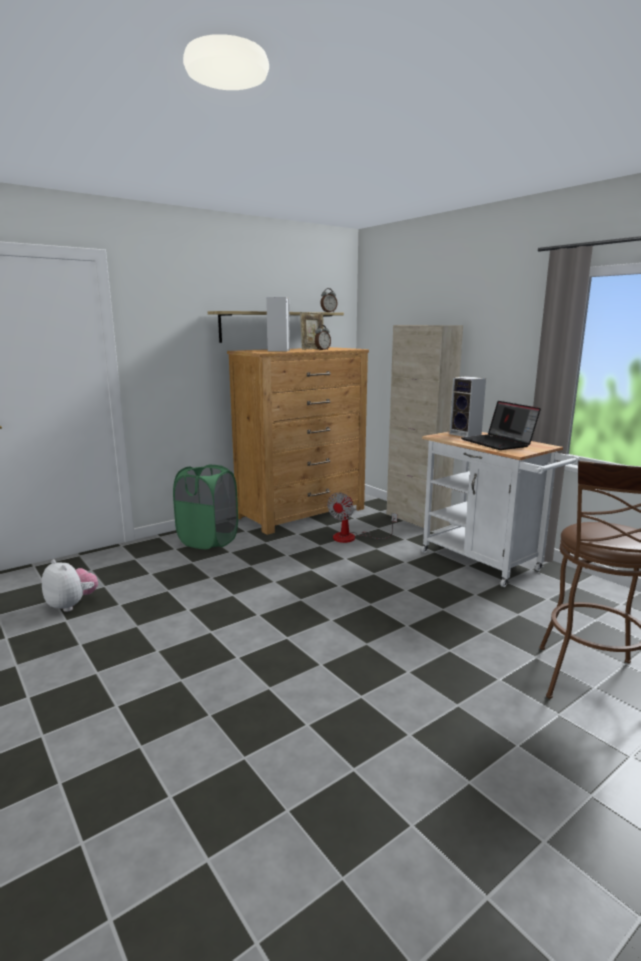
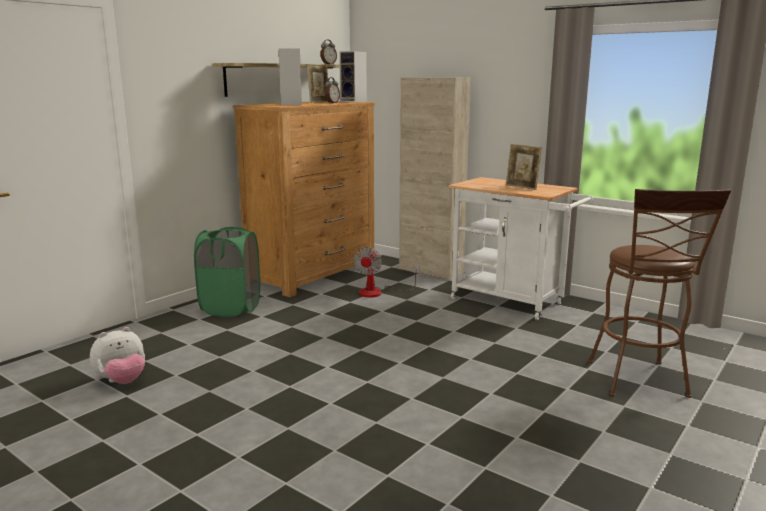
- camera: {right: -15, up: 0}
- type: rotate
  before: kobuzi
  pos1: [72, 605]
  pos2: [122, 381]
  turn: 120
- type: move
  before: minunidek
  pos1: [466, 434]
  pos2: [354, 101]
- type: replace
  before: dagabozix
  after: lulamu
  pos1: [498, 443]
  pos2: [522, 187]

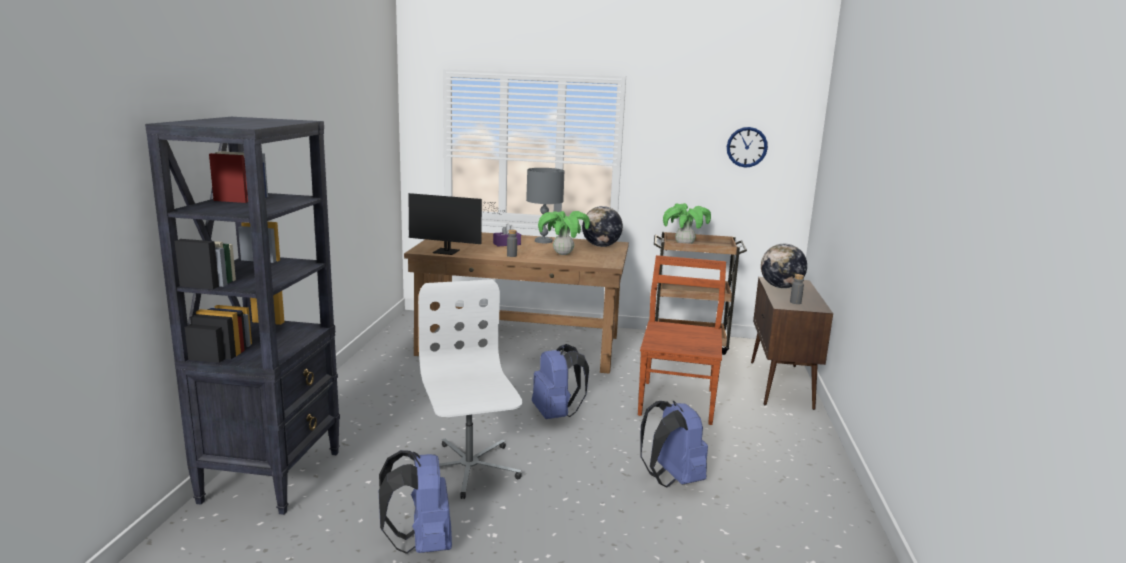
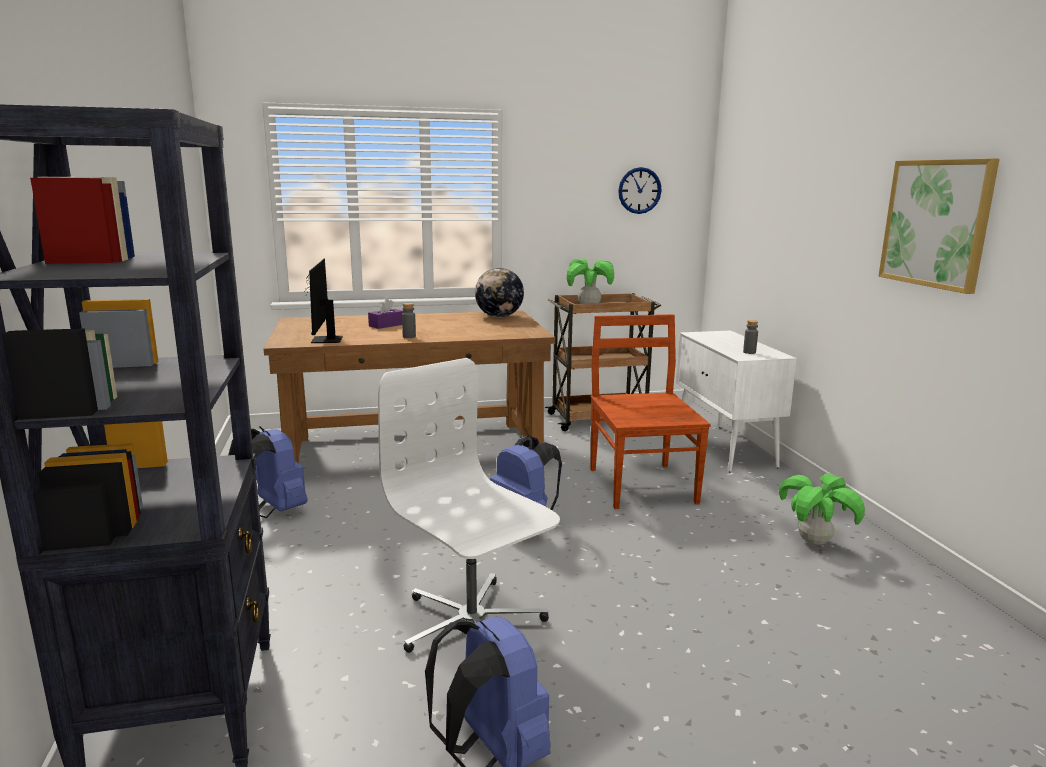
- camera: {right: -20, up: 0}
- type: move
  before: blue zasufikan
  pos1: [672, 479]
  pos2: [274, 510]
- type: rotate
  before: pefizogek
  pos1: [449, 252]
  pos2: [324, 341]
  turn: 90
- type: recolor
  before: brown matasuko
  after: white matasuko
  pos1: [781, 385]
  pos2: [725, 448]
- type: move
  before: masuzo
  pos1: [563, 254]
  pos2: [813, 541]
- type: insert
  after: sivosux
  pos2: [936, 223]
- type: delete
  before: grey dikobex
  pos1: [543, 241]
- type: delete
  before: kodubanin
  pos1: [781, 287]

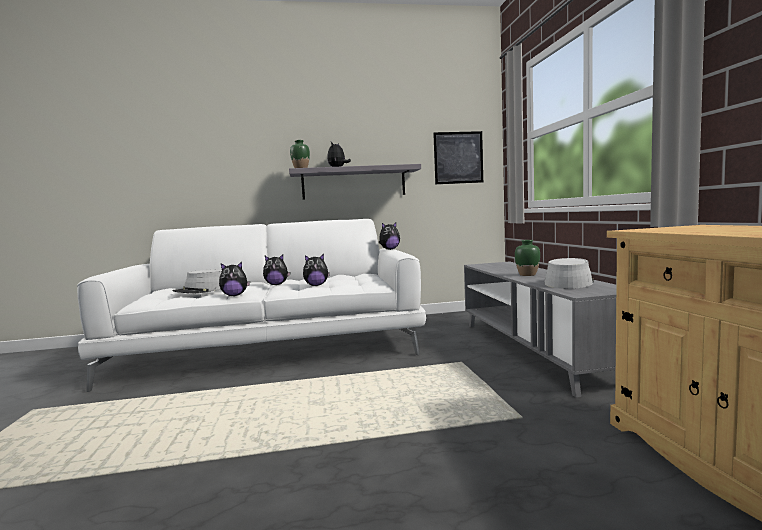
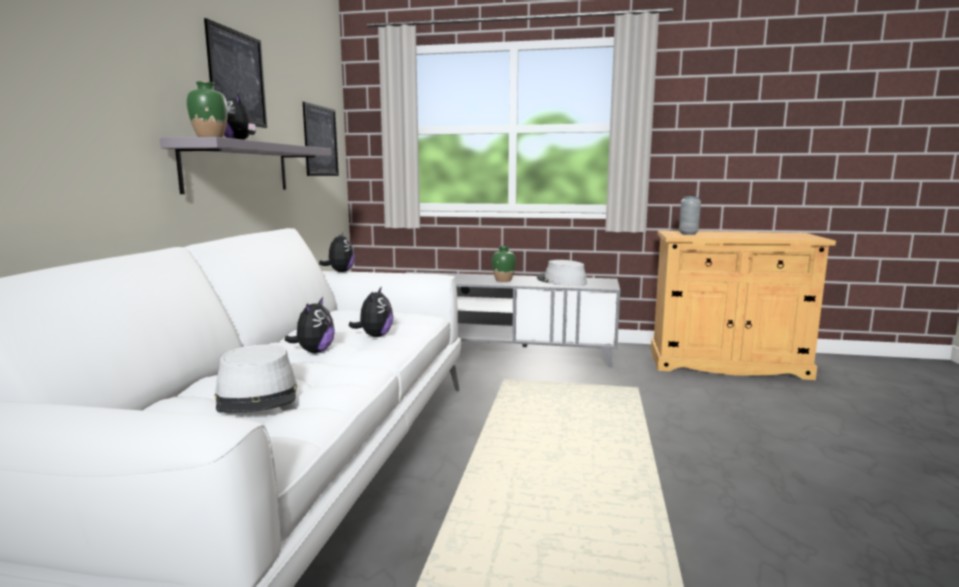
- camera: {right: -70, up: 5}
- type: insert
  after: sivosux
  pos2: [237, 78]
- type: insert
  after: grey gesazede
  pos2: [688, 234]
- type: delete
  before: kobuzi
  pos1: [234, 295]

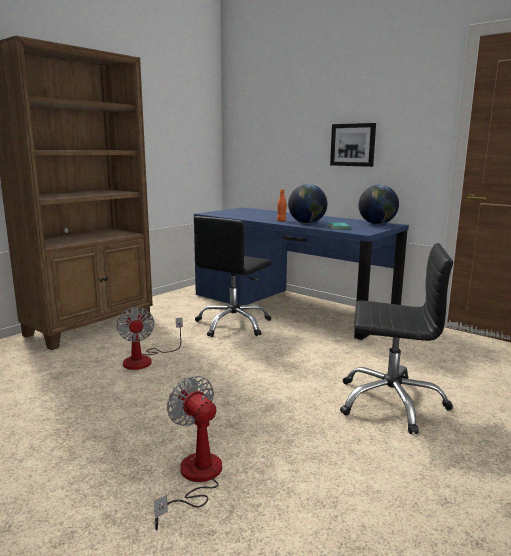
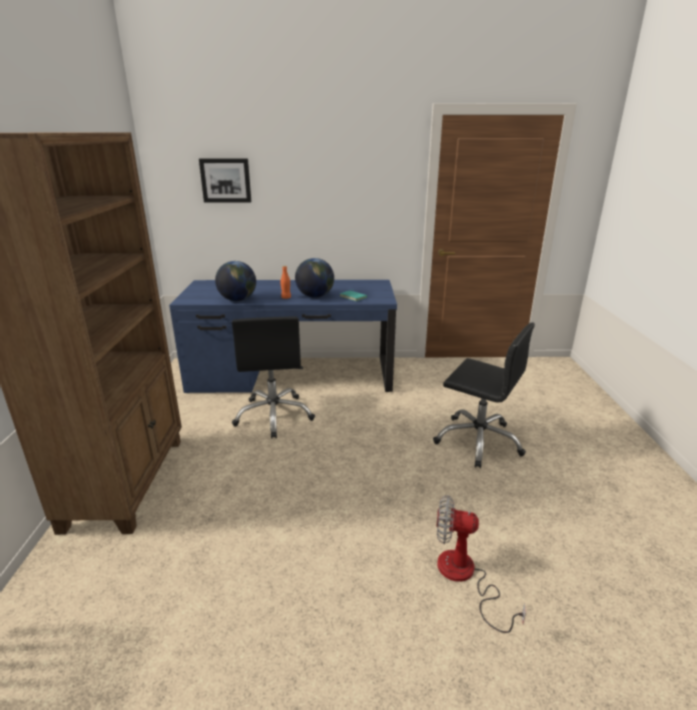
- camera: {right: -40, up: 10}
- type: move
  before: sivosux
  pos1: [353, 145]
  pos2: [226, 180]
- type: move
  before: kodubanin
  pos1: [377, 224]
  pos2: [237, 300]
- type: rotate
  before: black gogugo
  pos1: [391, 402]
  pos2: [478, 441]
  turn: 60
- type: delete
  before: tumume
  pos1: [145, 359]

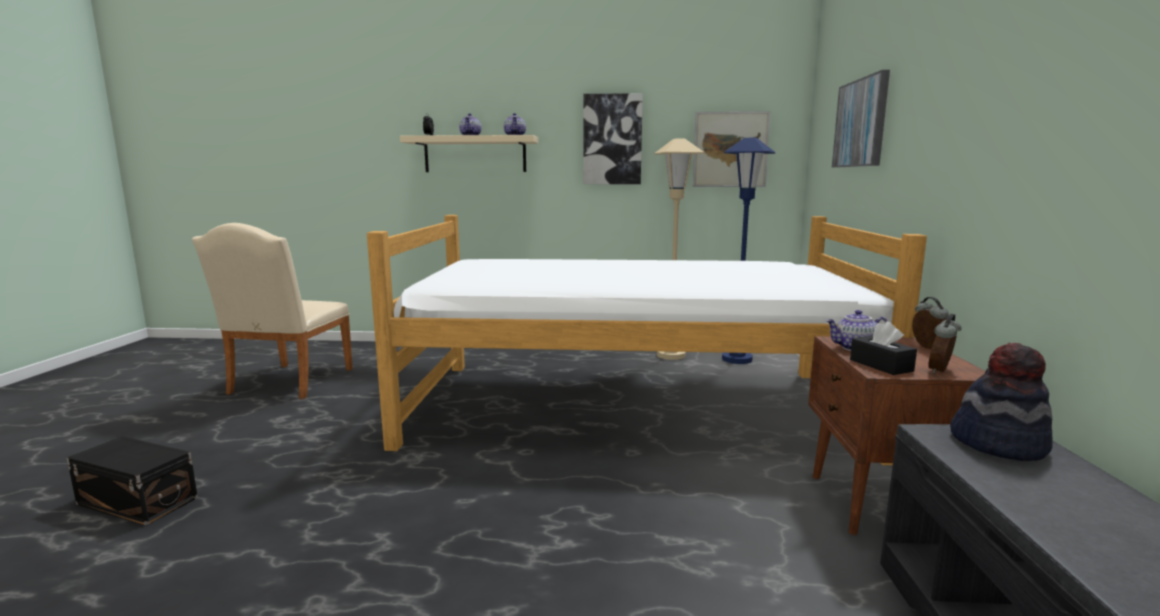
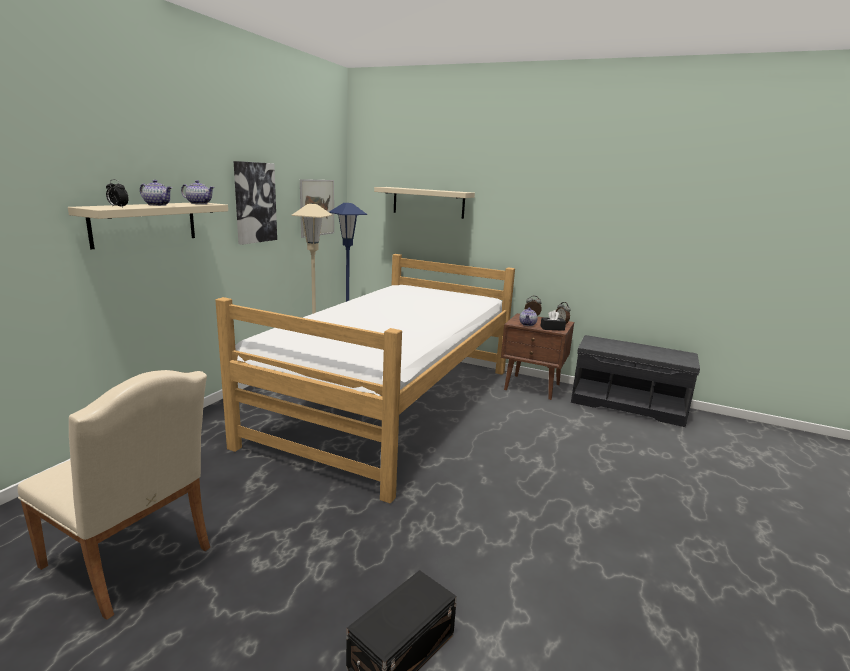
- camera: {right: -70, up: 5}
- type: replace
  before: sivosux
  after: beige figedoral
  pos1: [861, 123]
  pos2: [428, 202]
- type: delete
  before: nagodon
  pos1: [998, 443]

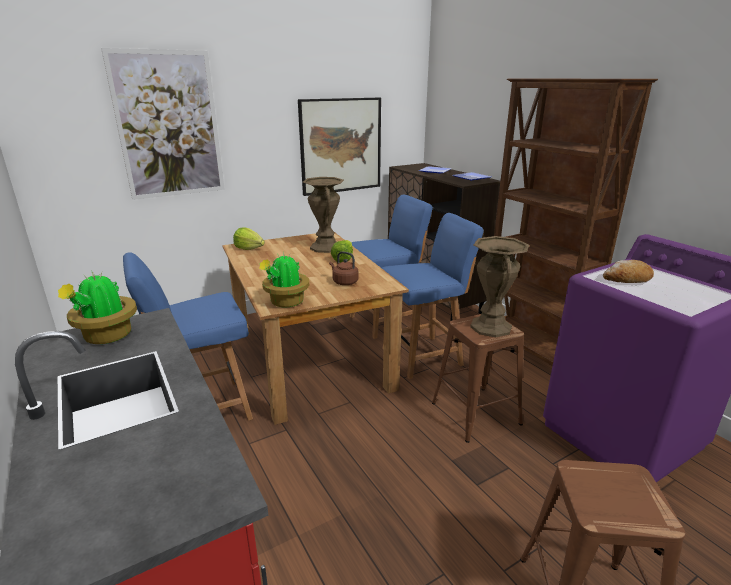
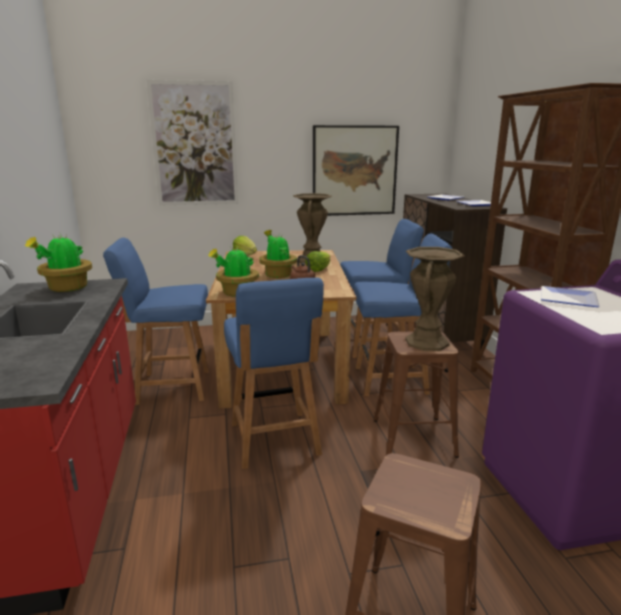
- camera: {right: 20, up: -5}
- type: insert
  after: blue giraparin
  pos2: [274, 440]
- type: insert
  after: masuzo
  pos2: [277, 275]
- type: replace
  before: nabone
  after: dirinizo
  pos1: [627, 280]
  pos2: [565, 299]

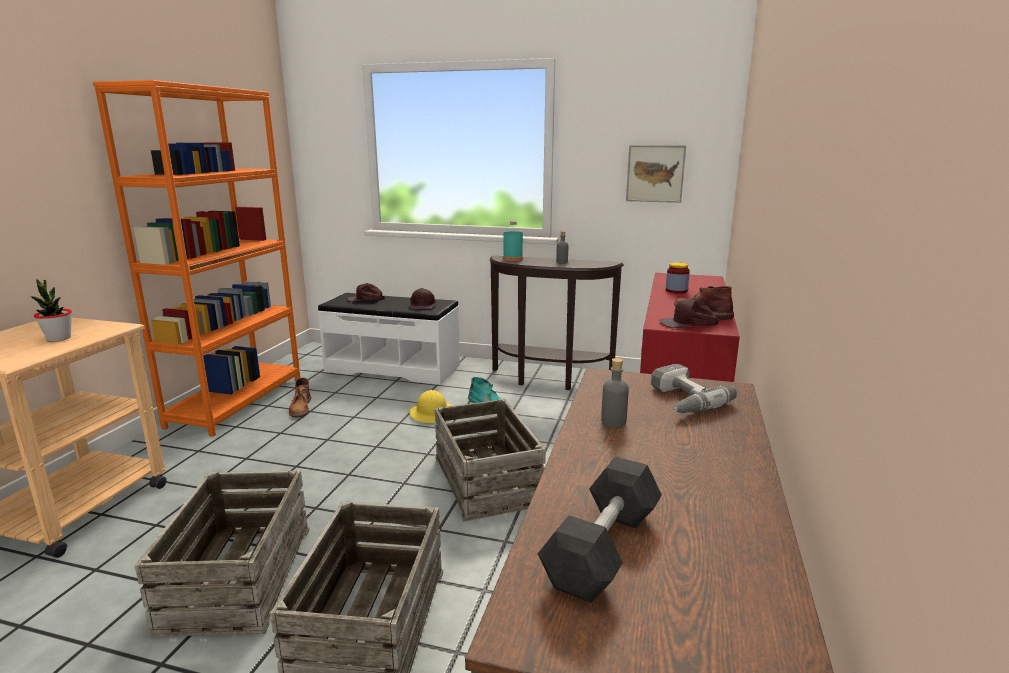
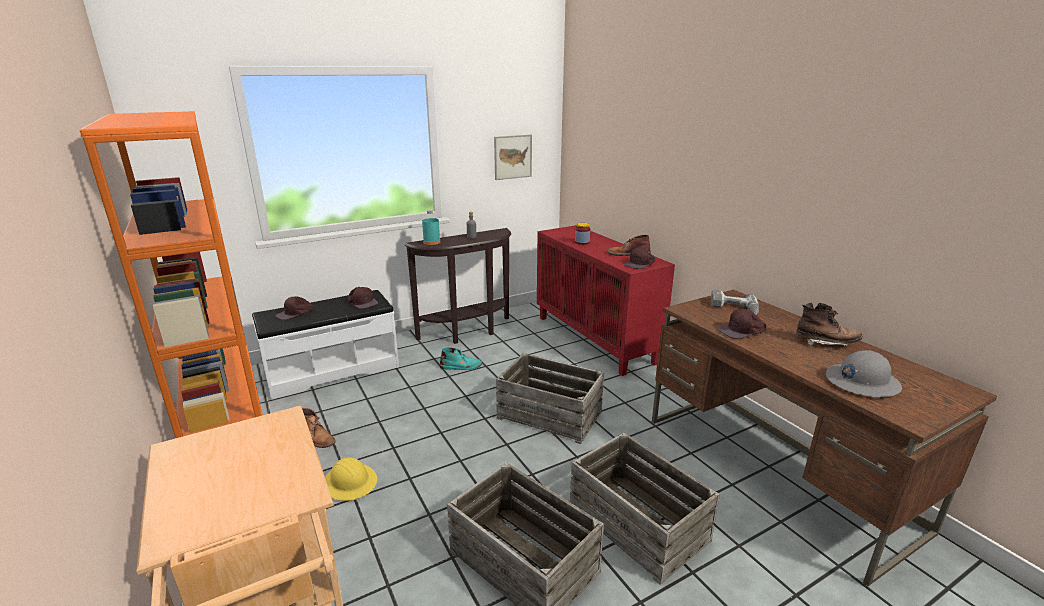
- camera: {right: -45, up: 5}
- type: move
  before: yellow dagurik
  pos1: [432, 413]
  pos2: [350, 483]
- type: replace
  before: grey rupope
  after: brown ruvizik
  pos1: [613, 422]
  pos2: [742, 331]
- type: insert
  after: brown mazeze
  pos2: [826, 343]
- type: replace
  before: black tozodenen
  after: grey dagurik
  pos1: [602, 548]
  pos2: [861, 382]
- type: delete
  before: masuzo
  pos1: [59, 338]

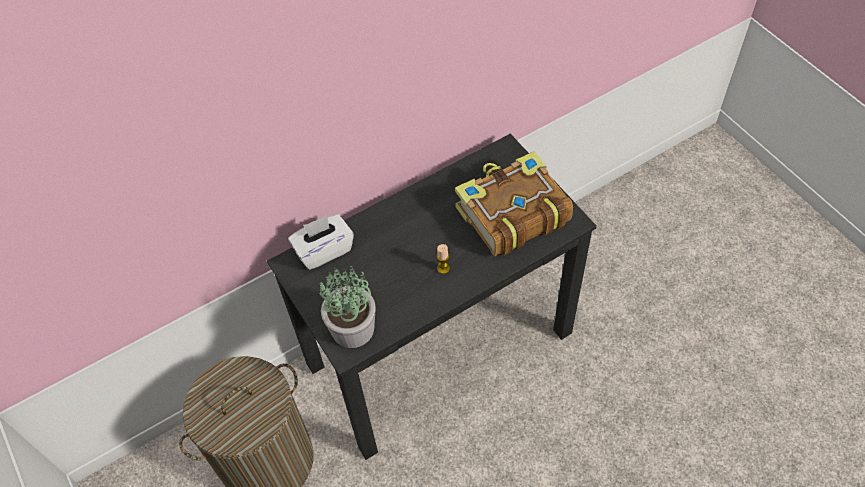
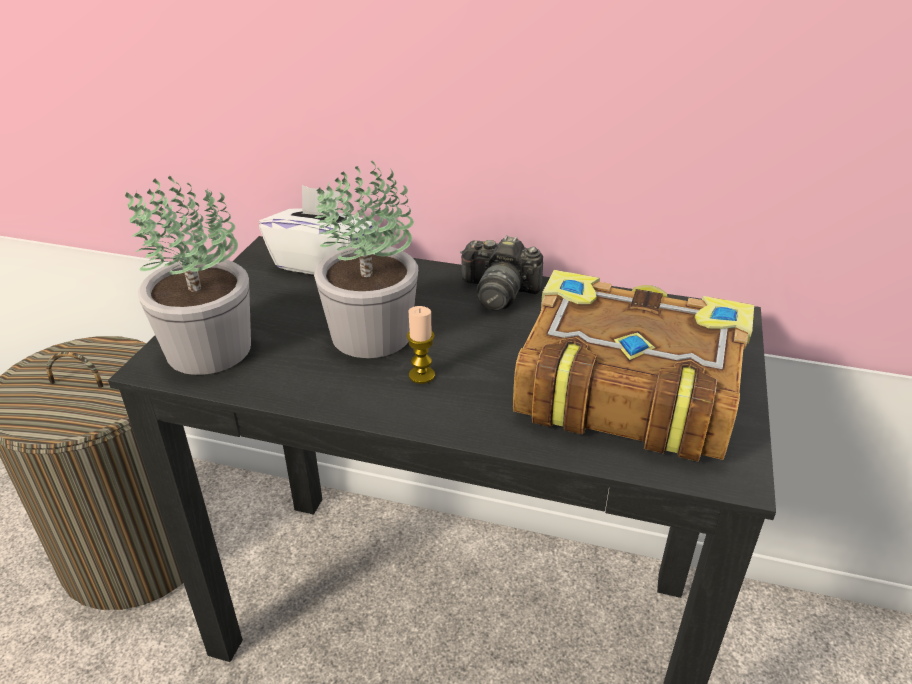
- camera: {right: 45, up: -20}
- type: insert
  after: masuzo
  pos2: [373, 334]
- type: insert
  after: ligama
  pos2: [499, 292]

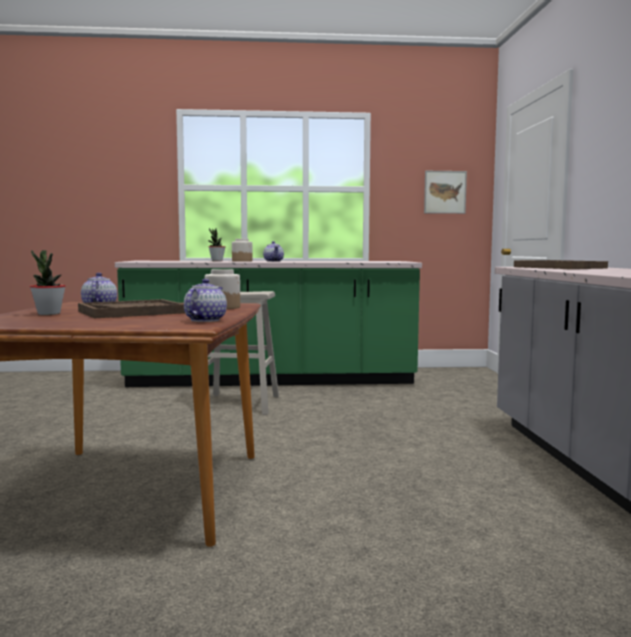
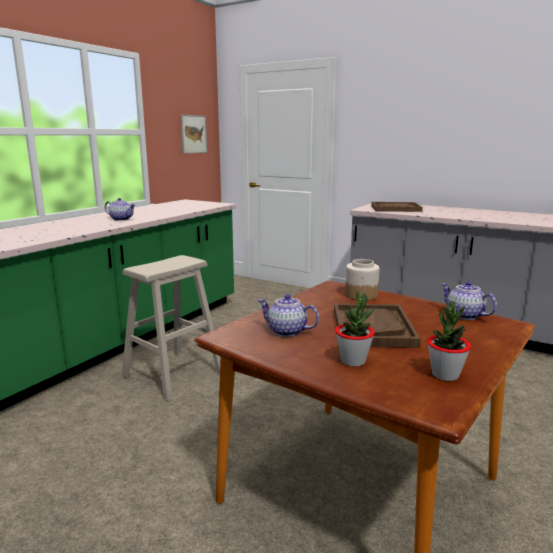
- camera: {right: -55, up: 10}
- type: move
  before: masuzo
  pos1: [217, 261]
  pos2: [445, 375]
- type: delete
  before: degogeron
  pos1: [242, 261]

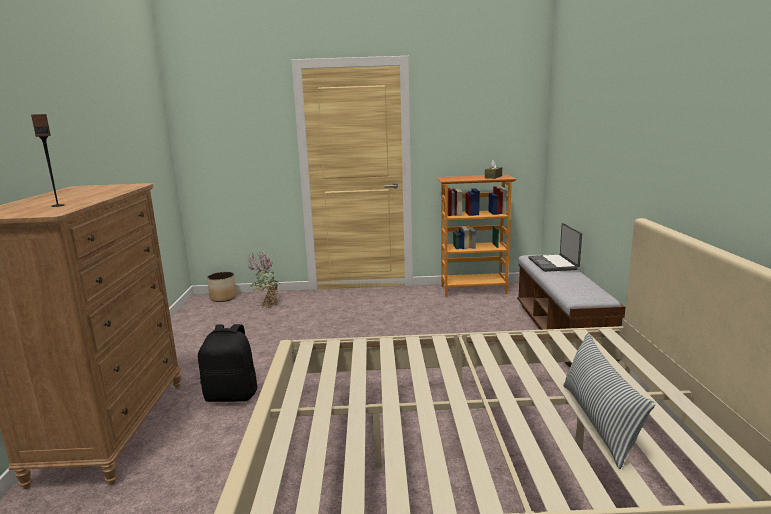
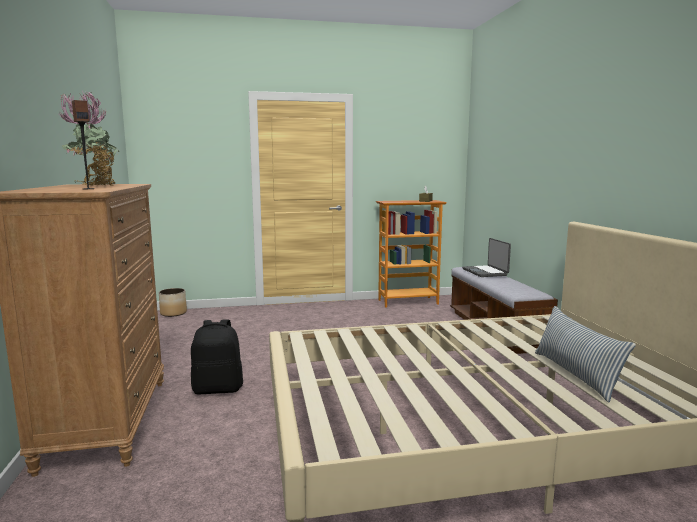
- camera: {right: -10, up: -5}
- type: move
  before: masuzo
  pos1: [266, 304]
  pos2: [94, 186]

